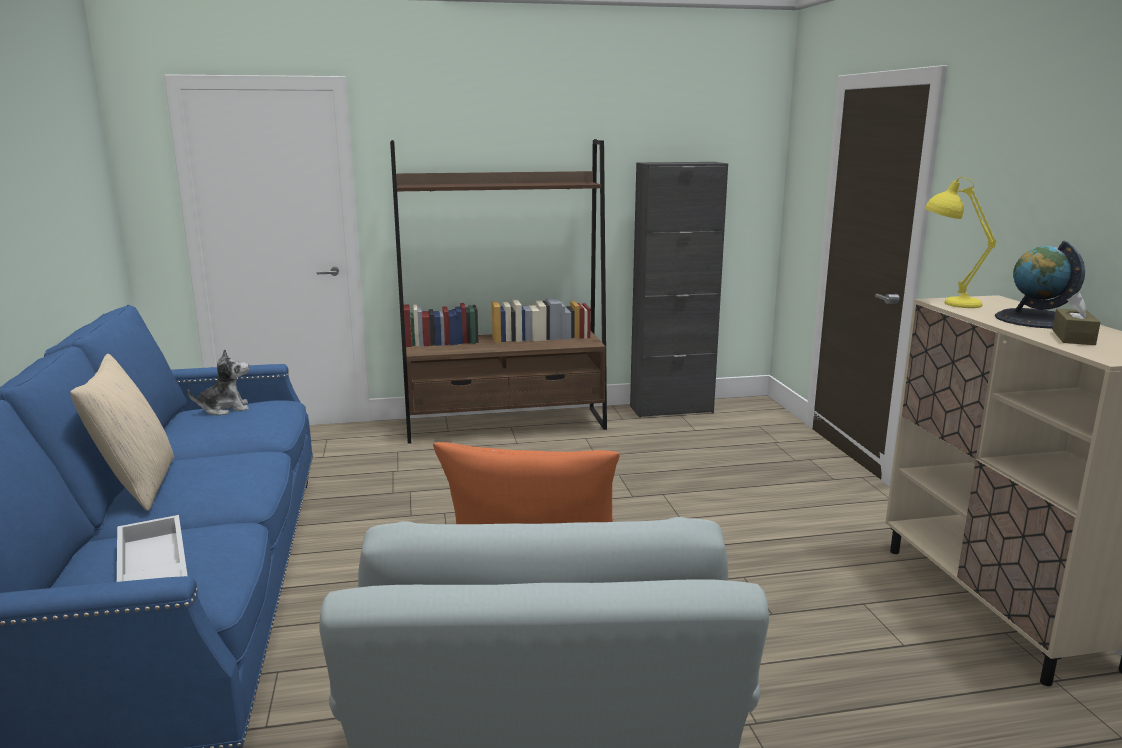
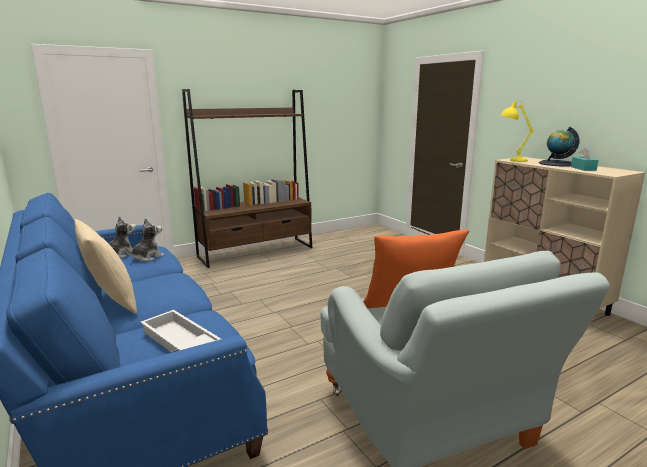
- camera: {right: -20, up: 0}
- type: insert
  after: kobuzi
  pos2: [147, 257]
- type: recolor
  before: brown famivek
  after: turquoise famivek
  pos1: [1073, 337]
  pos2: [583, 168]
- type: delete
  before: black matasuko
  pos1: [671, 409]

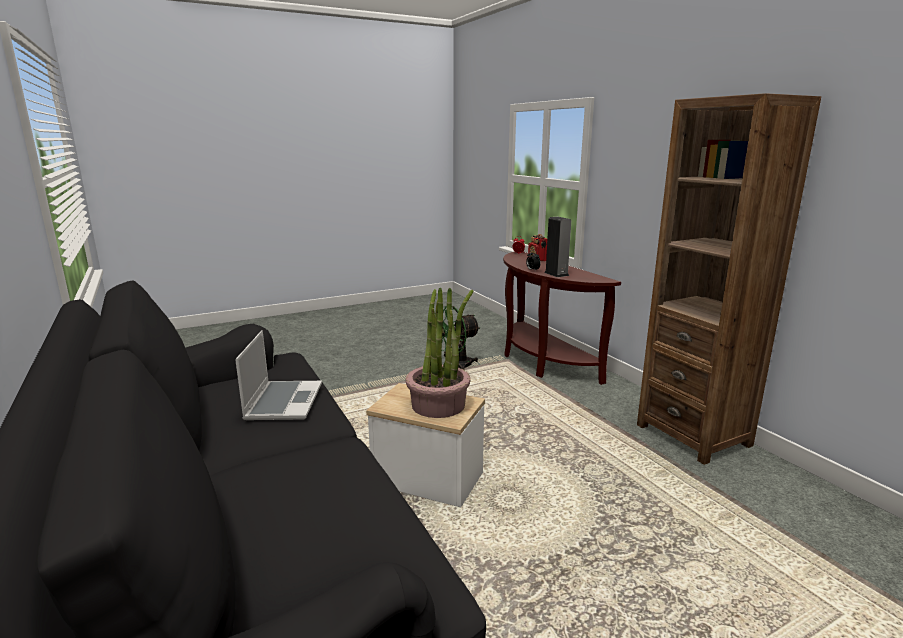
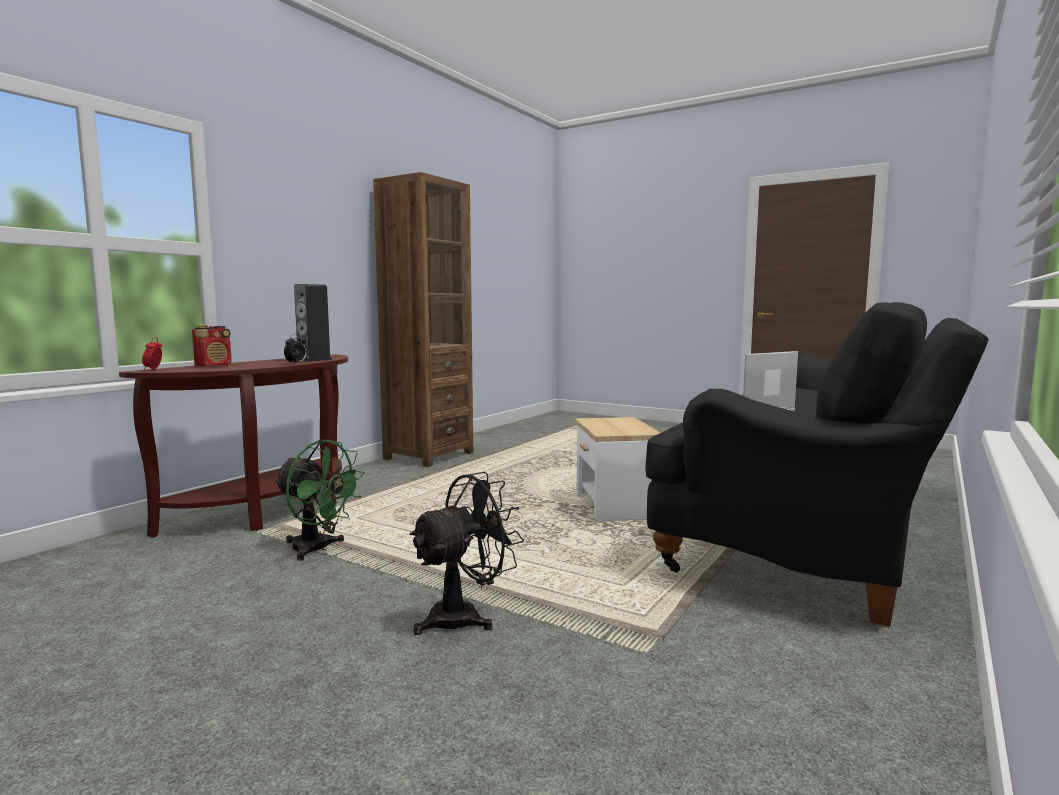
- camera: {right: -120, up: -10}
- type: insert
  after: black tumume
  pos2: [465, 616]
- type: delete
  before: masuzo
  pos1: [438, 405]

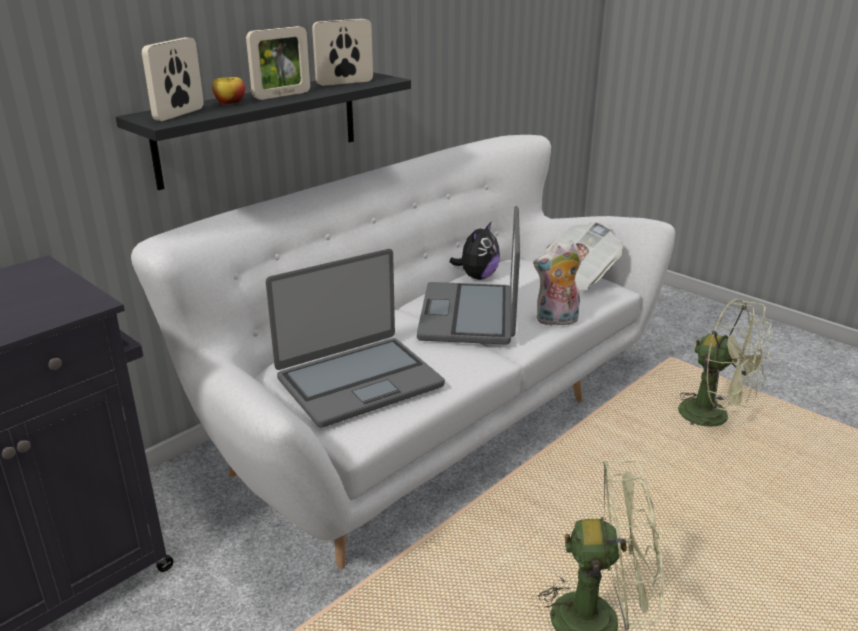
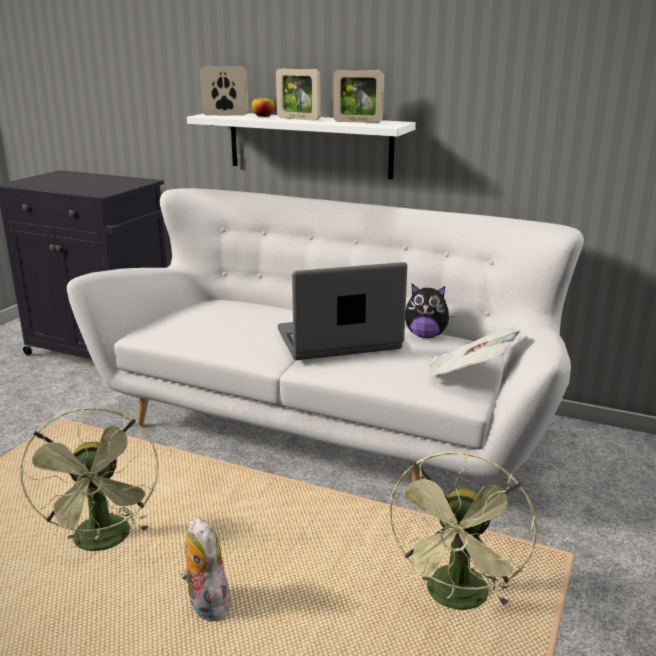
- camera: {right: 70, up: -5}
- type: move
  before: kobuzi
  pos1: [556, 321]
  pos2: [205, 605]
- type: recolor
  before: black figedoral
  after: white figedoral
  pos1: [260, 127]
  pos2: [309, 144]
- type: rotate
  before: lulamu
  pos1: [344, 83]
  pos2: [358, 122]
  turn: 150
- type: delete
  before: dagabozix
  pos1: [358, 381]

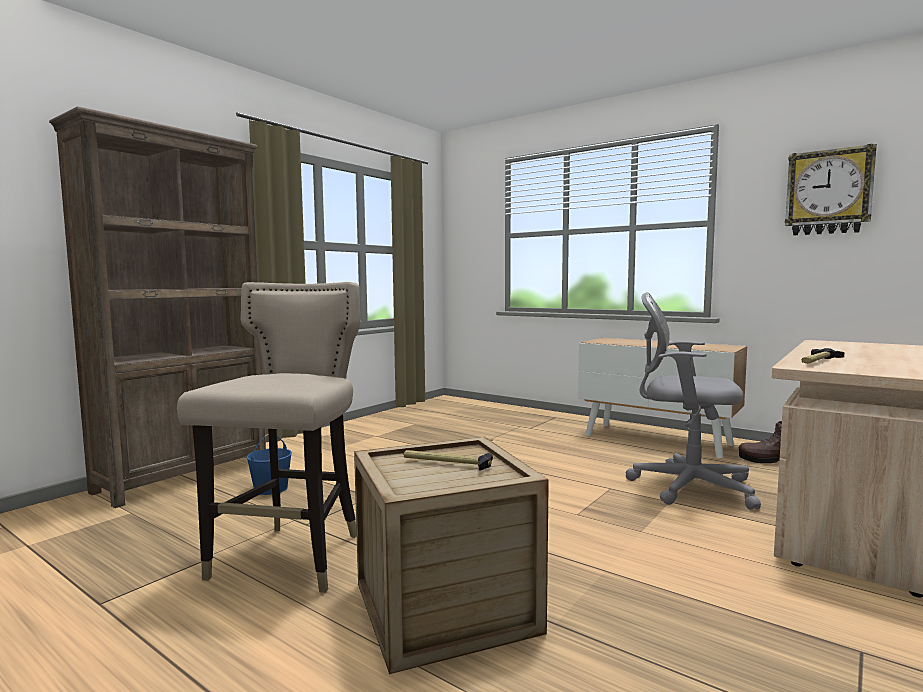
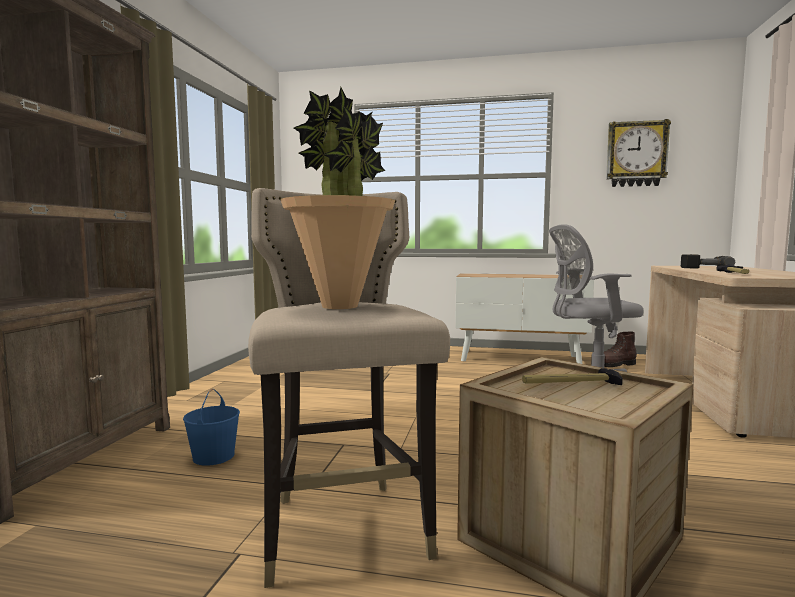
- camera: {right: -25, up: 0}
- type: insert
  after: masuzo
  pos2: [340, 306]
- type: insert
  after: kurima
  pos2: [704, 268]

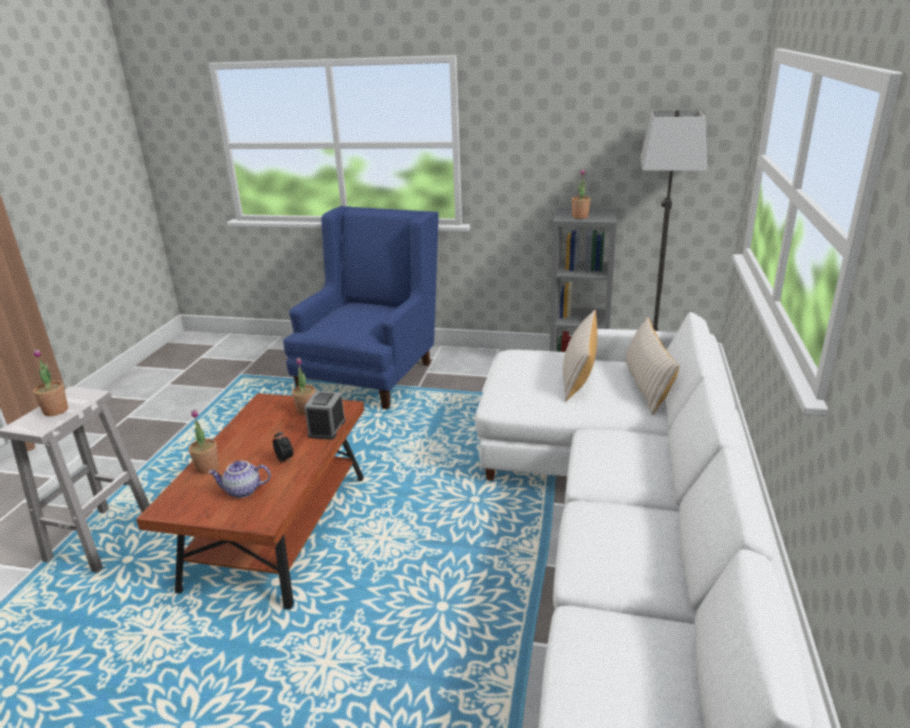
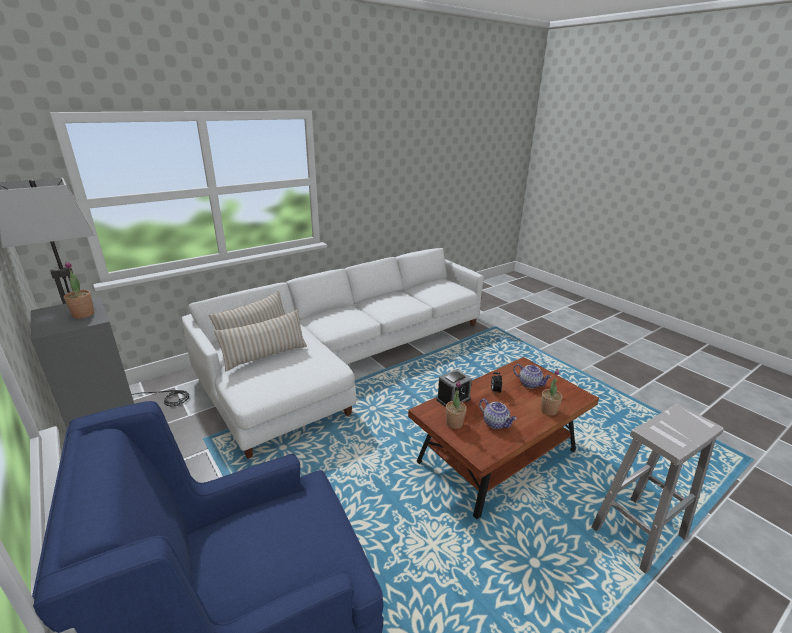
- camera: {right: -140, up: 0}
- type: insert
  after: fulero
  pos2: [496, 423]
- type: delete
  before: masuzo
  pos1: [56, 410]

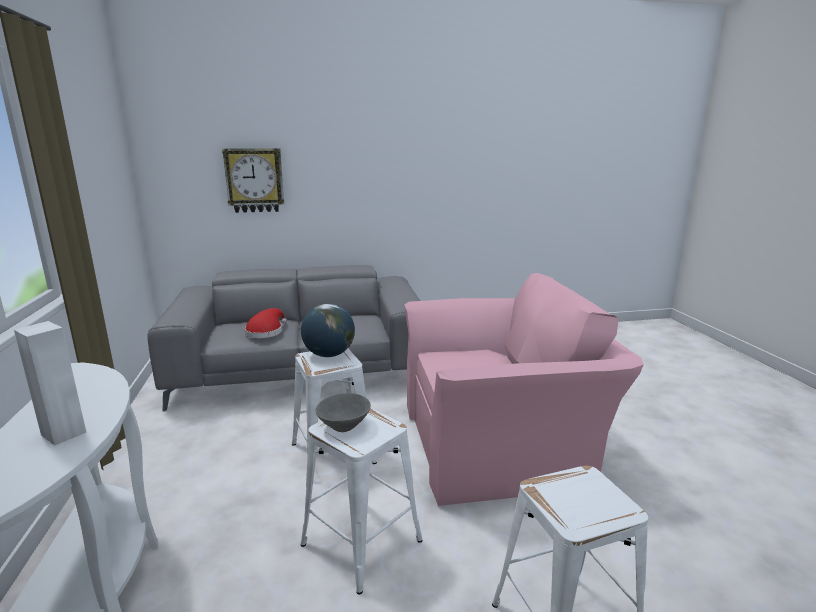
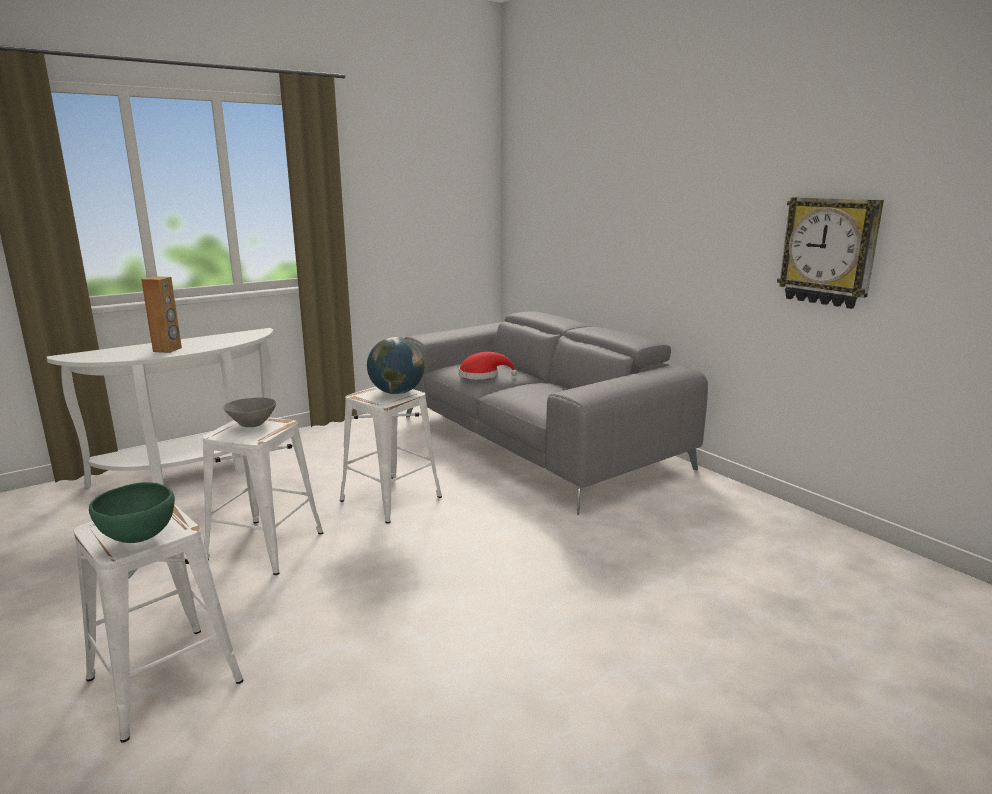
- camera: {right: 65, up: 0}
- type: insert
  after: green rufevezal
  pos2: [138, 539]
- type: recolor
  before: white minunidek
  after: brown minunidek
  pos1: [64, 433]
  pos2: [167, 350]
- type: move
  before: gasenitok
  pos1: [254, 180]
  pos2: [829, 251]
- type: delete
  before: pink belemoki
  pos1: [501, 441]

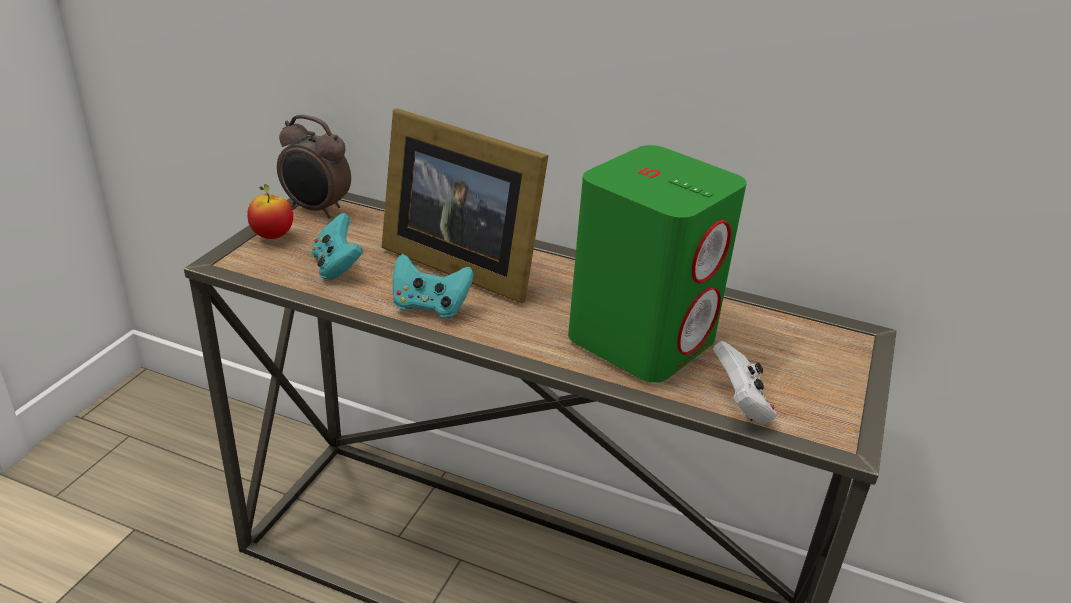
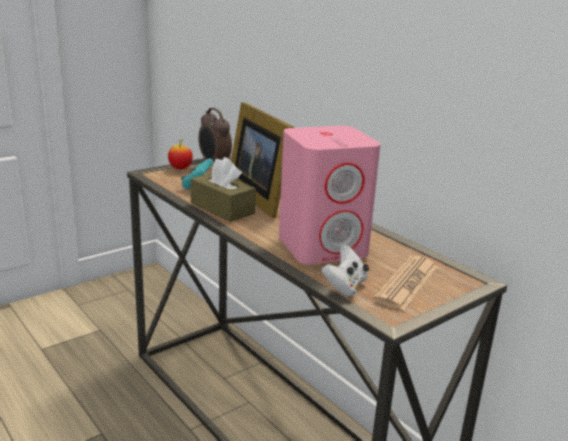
- camera: {right: 30, up: -10}
- type: replace
  before: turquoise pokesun
  after: brown famivek
  pos1: [430, 306]
  pos2: [222, 208]
- type: recolor
  before: green minunidek
  after: pink minunidek
  pos1: [642, 338]
  pos2: [323, 246]
- type: insert
  after: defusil
  pos2: [407, 283]

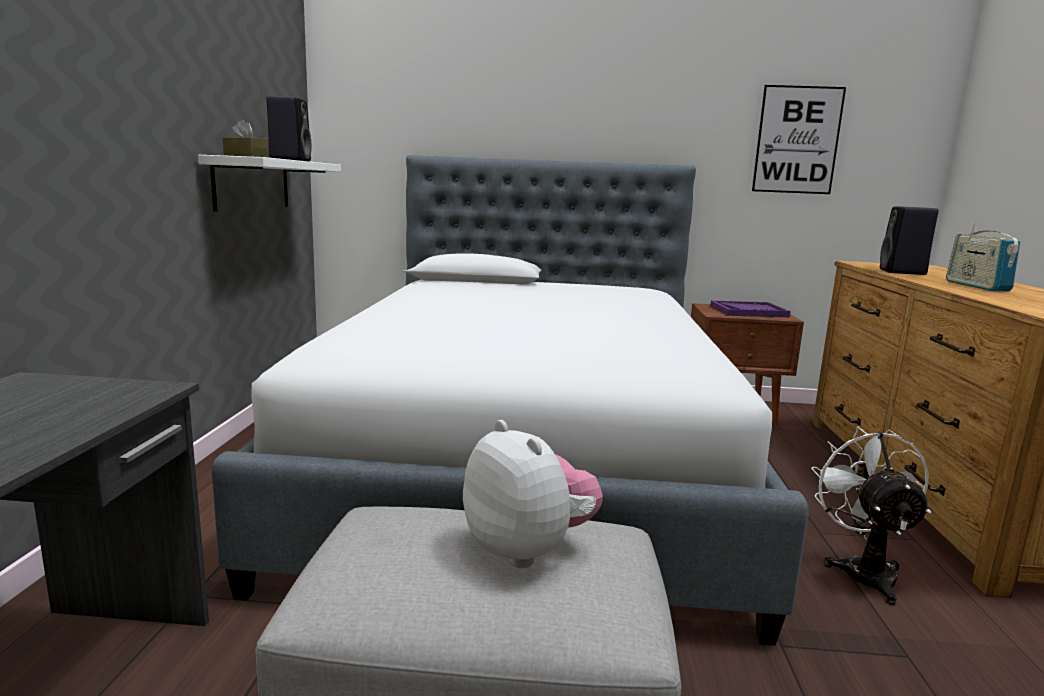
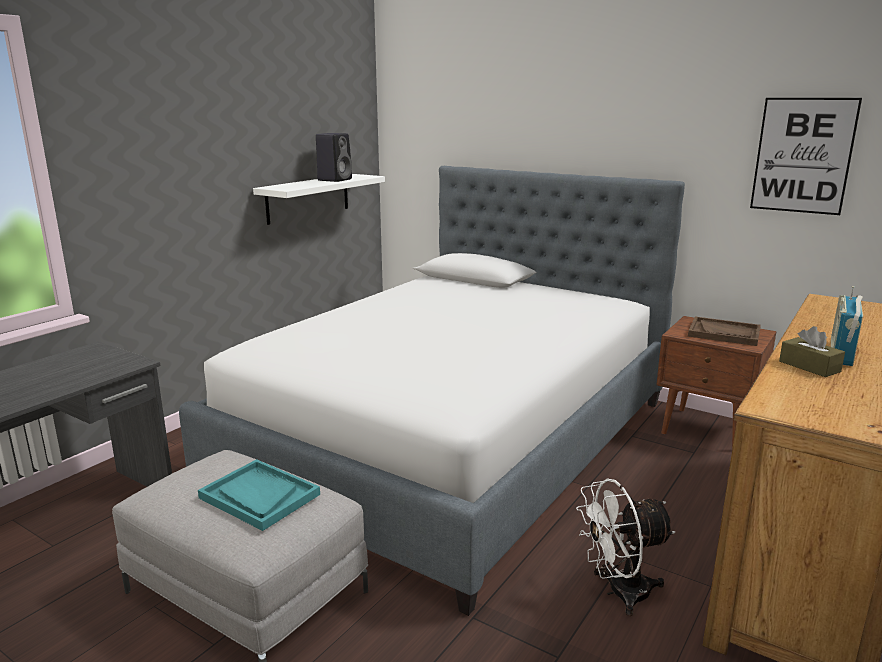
- camera: {right: 30, up: 5}
- type: replace
  before: kobuzi
  after: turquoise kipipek
  pos1: [528, 549]
  pos2: [259, 496]
- type: rotate
  before: white tumume
  pos1: [863, 570]
  pos2: [618, 592]
  turn: -135
- type: recolor
  before: purple kipipek
  after: brown kipipek
  pos1: [748, 311]
  pos2: [724, 333]
- type: move
  before: brown famivek
  pos1: [246, 156]
  pos2: [809, 366]
- type: delete
  before: black minunidek
  pos1: [903, 272]

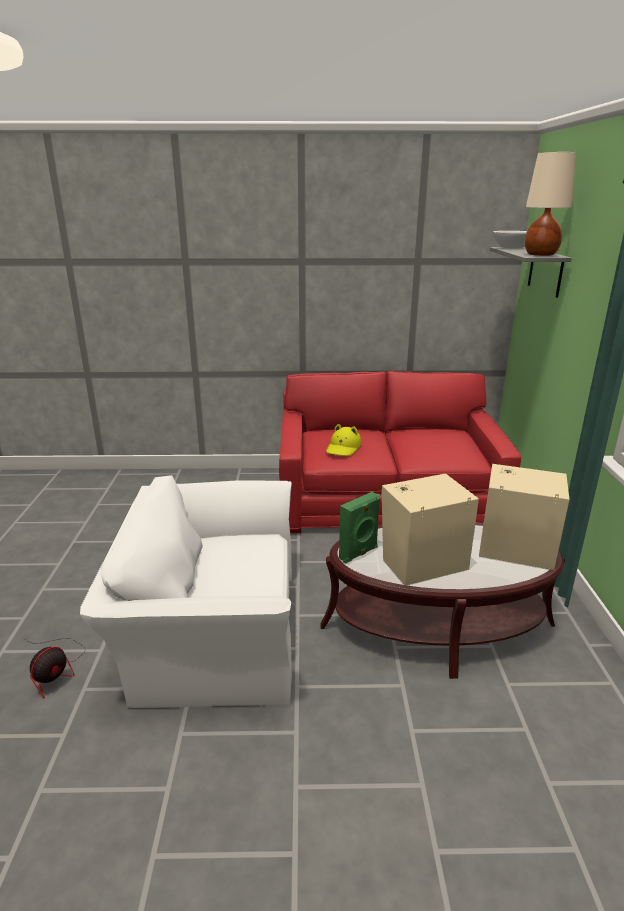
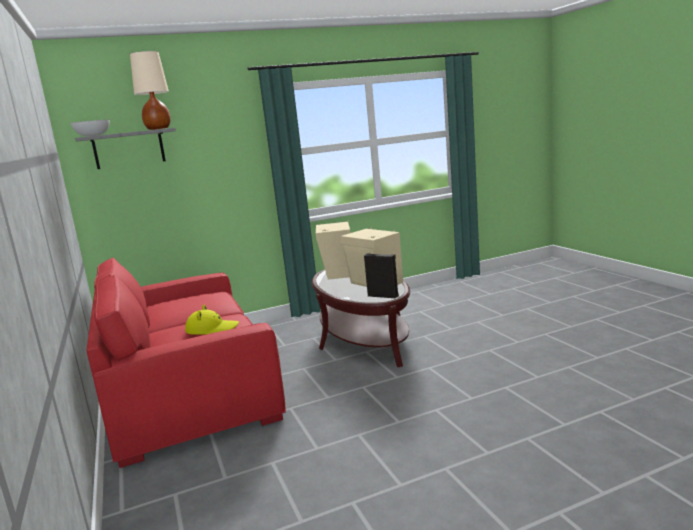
- camera: {right: -110, up: -10}
- type: recolor
  before: green minunidek
  after: black minunidek
  pos1: [359, 553]
  pos2: [383, 296]
- type: delete
  before: tumume
  pos1: [56, 669]
- type: delete
  before: white belemoki
  pos1: [211, 625]

